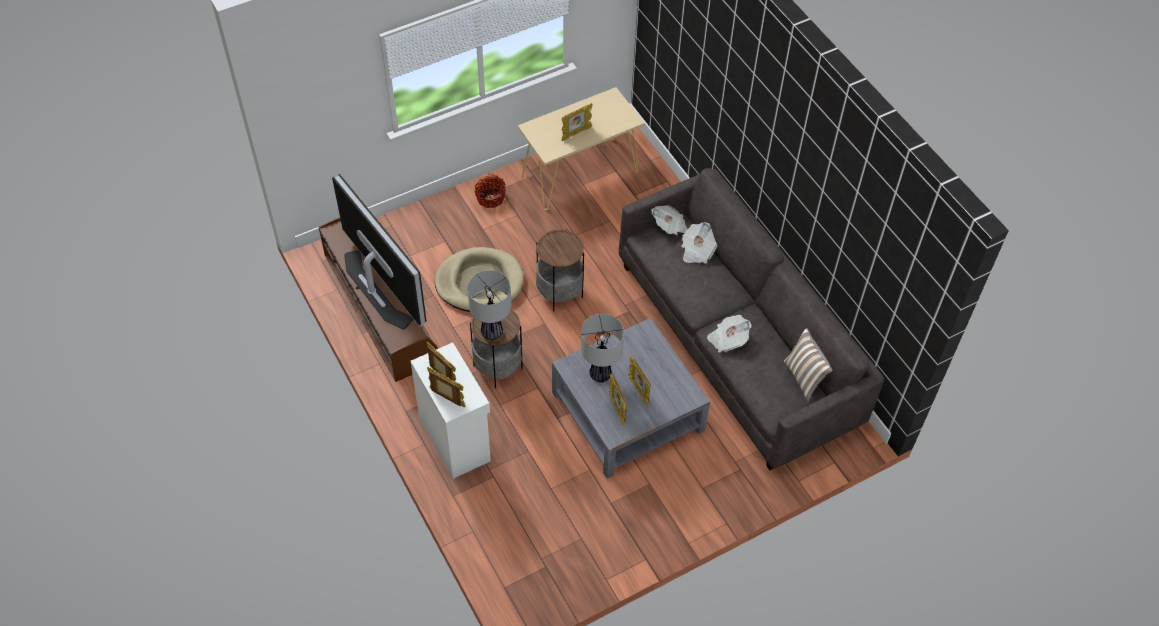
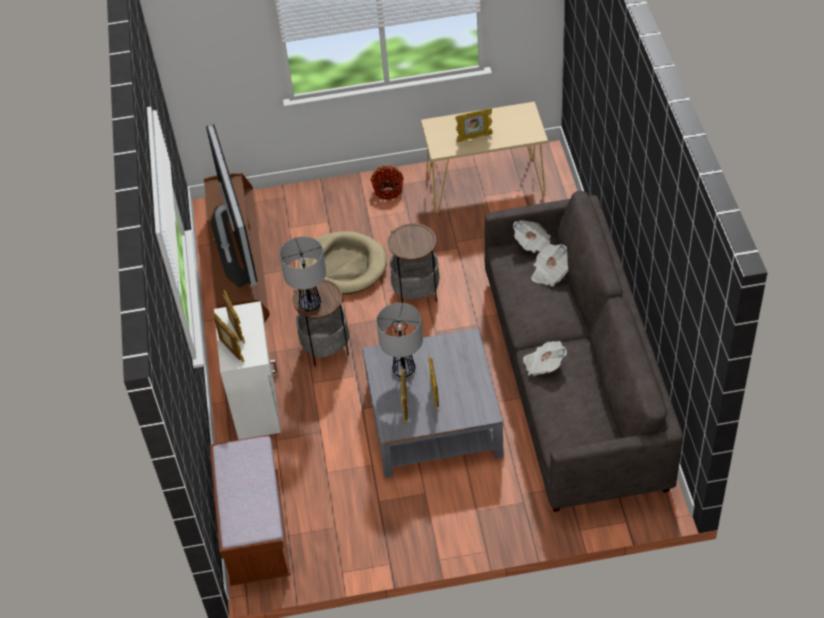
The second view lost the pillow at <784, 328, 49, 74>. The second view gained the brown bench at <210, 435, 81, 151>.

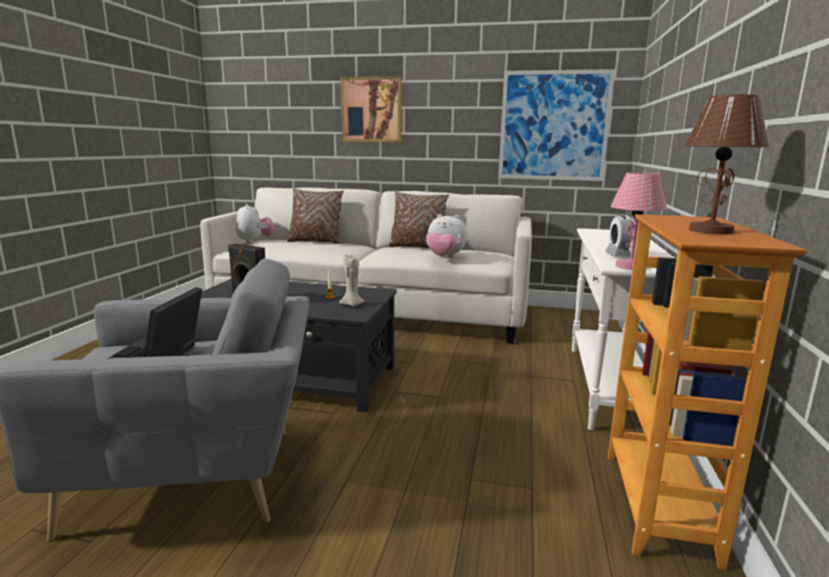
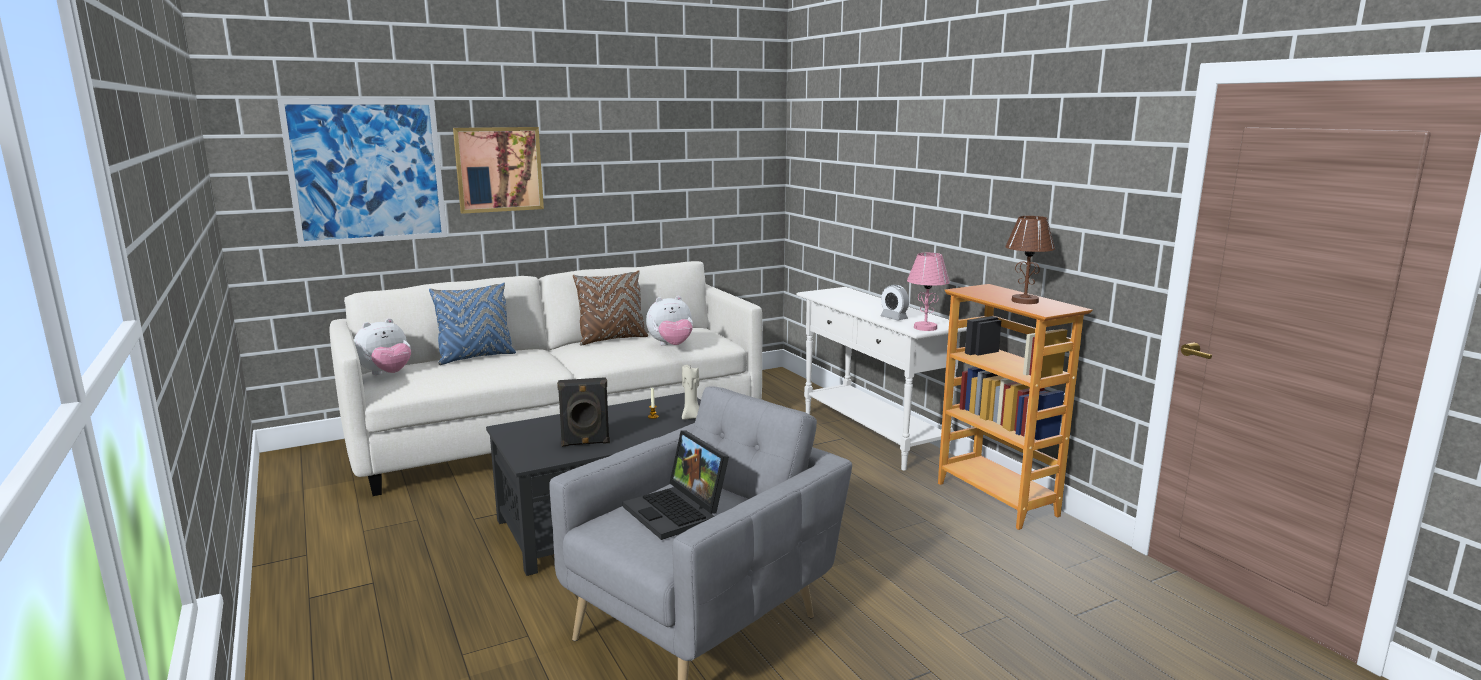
The plush toy at <236, 204, 38, 39> ended up facing another way, 105 degrees clockwise from before. What was the brown pillow at <287, 188, 57, 56> turned into the blue pillow at <429, 282, 87, 83>. The picture ended up elsewhere, having gone from <498, 69, 117, 112> to <277, 98, 170, 149>.

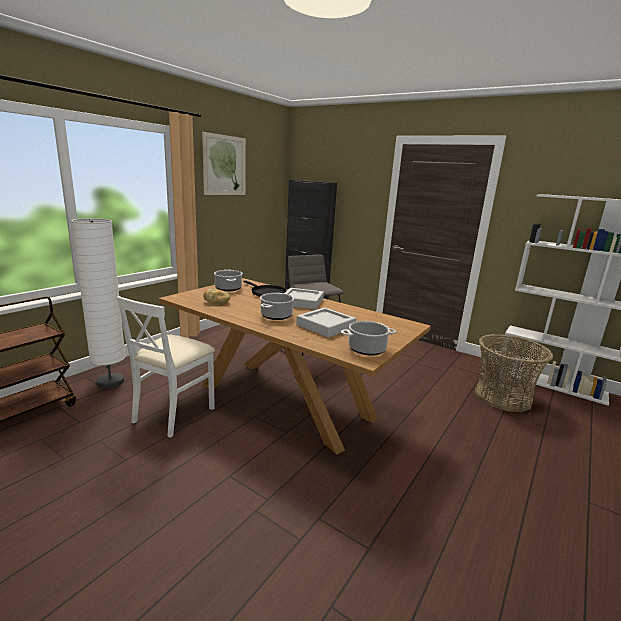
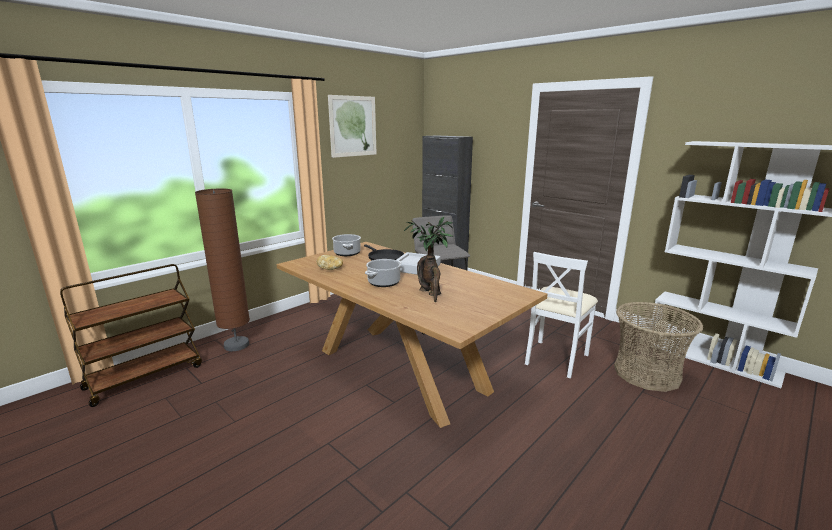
What was the white floor lamp at <71, 218, 54, 171> turned into the brown floor lamp at <195, 189, 55, 162>. The white chair ended up elsewhere, having gone from <117, 296, 98, 142> to <525, 252, 73, 127>. Where the grey tray stood at <297, 307, 59, 31>, the potted plant came to stand at <404, 216, 50, 86>. The second view lost the cooking pot at <341, 321, 55, 34>.

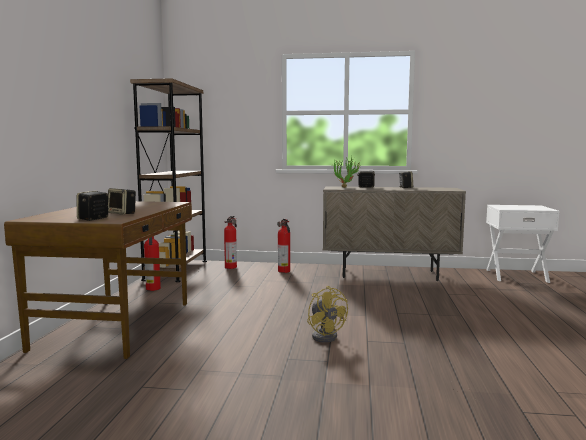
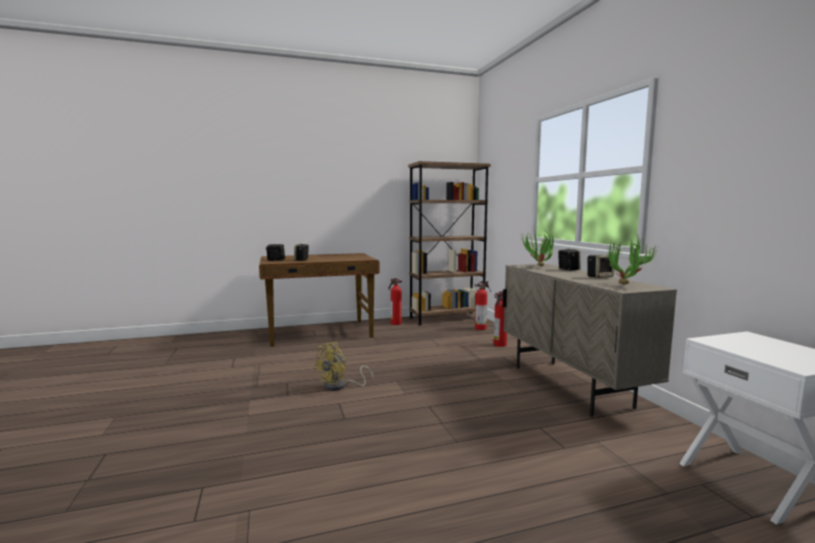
The second view gained the potted plant at <607, 233, 52, 52>.

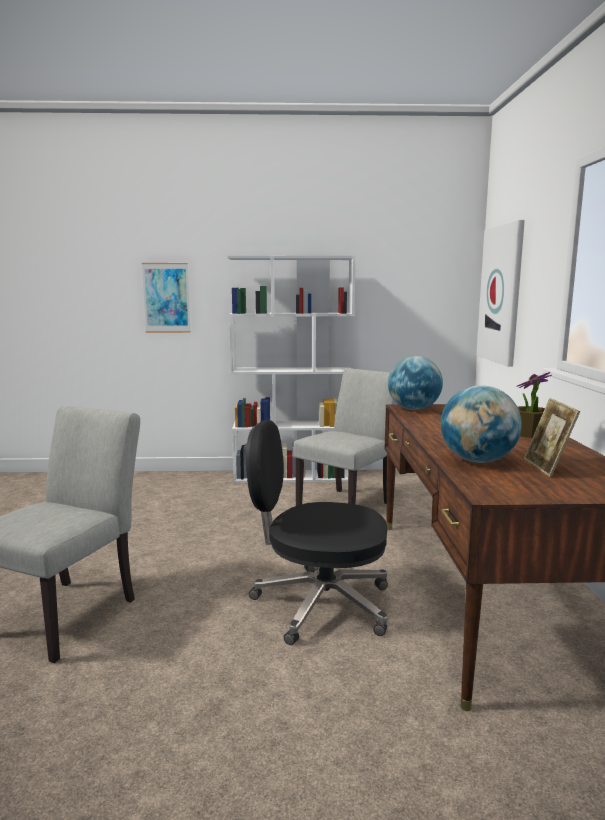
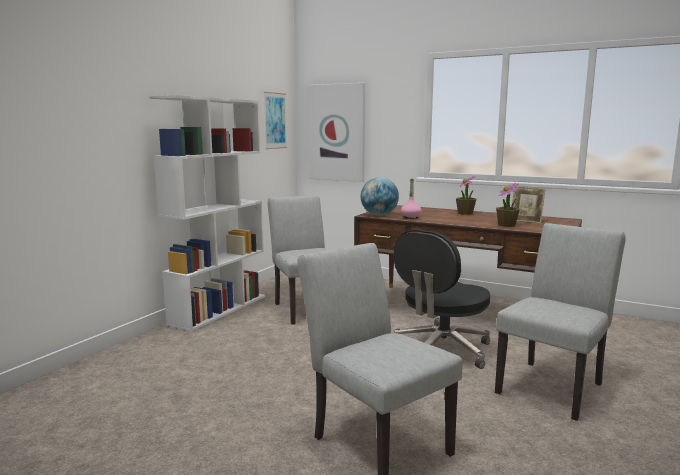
The picture ended up elsewhere, having gone from <142, 263, 49, 70> to <264, 92, 23, 57>. Where the globe stood at <441, 385, 81, 78>, the potted plant came to stand at <496, 183, 24, 44>. The second view gained the pink bottle at <401, 179, 20, 40>. The second view gained the grey chair at <495, 223, 131, 198>.

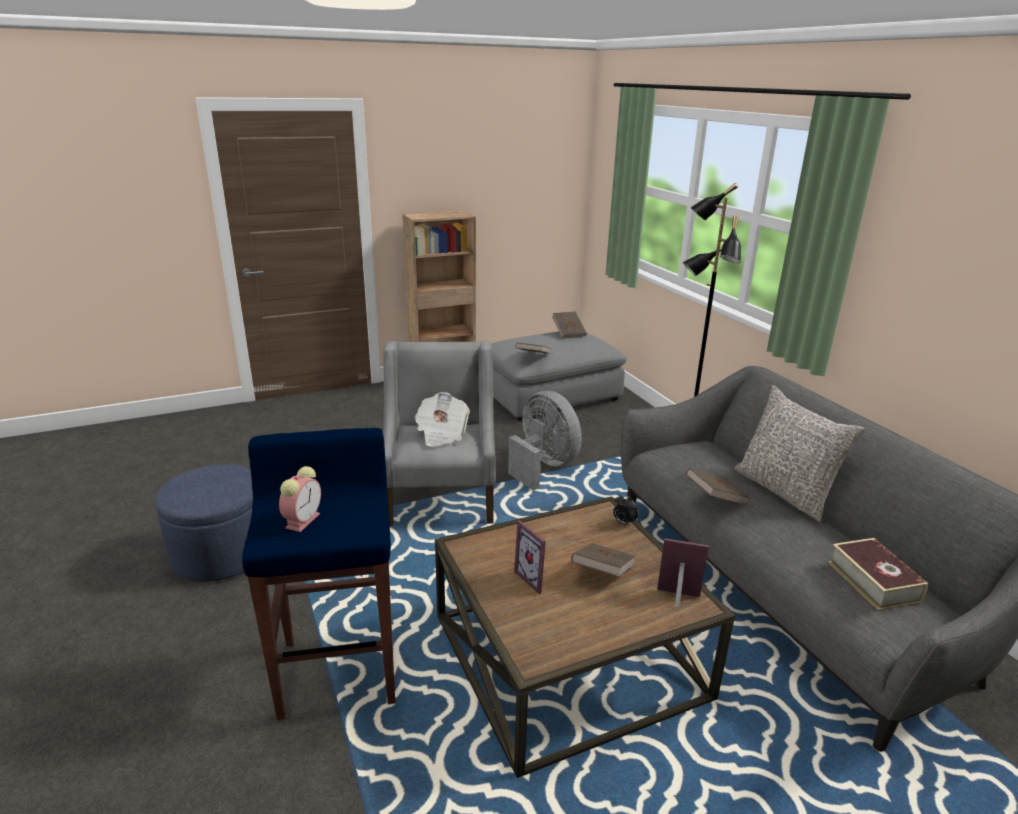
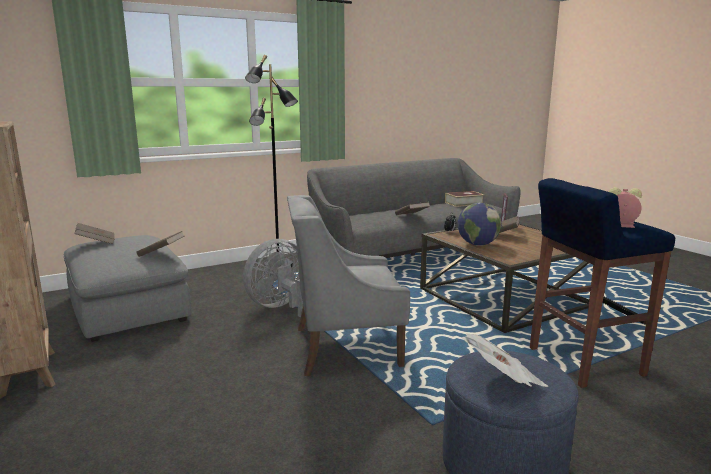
The newspaper ended up elsewhere, having gone from <415, 392, 55, 55> to <462, 334, 86, 53>. The second view lost the picture frame at <514, 520, 32, 74>. The second view lost the grey pillow at <734, 385, 131, 137>. The second view gained the globe at <458, 203, 43, 43>.

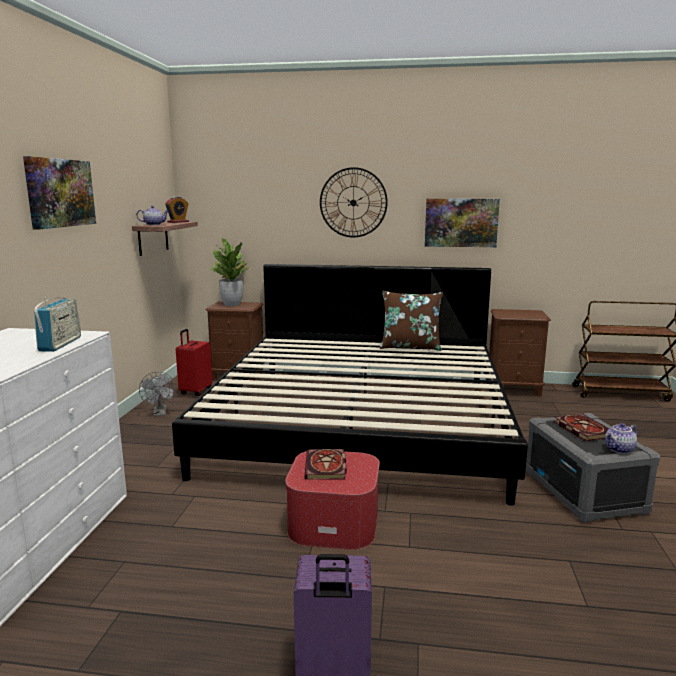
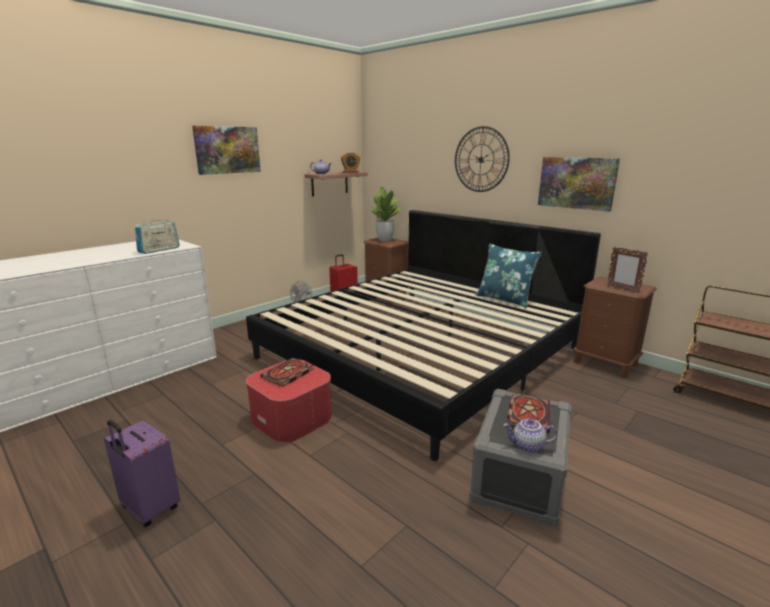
What was the brown pillow at <380, 291, 63, 60> turned into the blue pillow at <475, 244, 67, 64>. The second view gained the picture frame at <607, 247, 41, 47>.

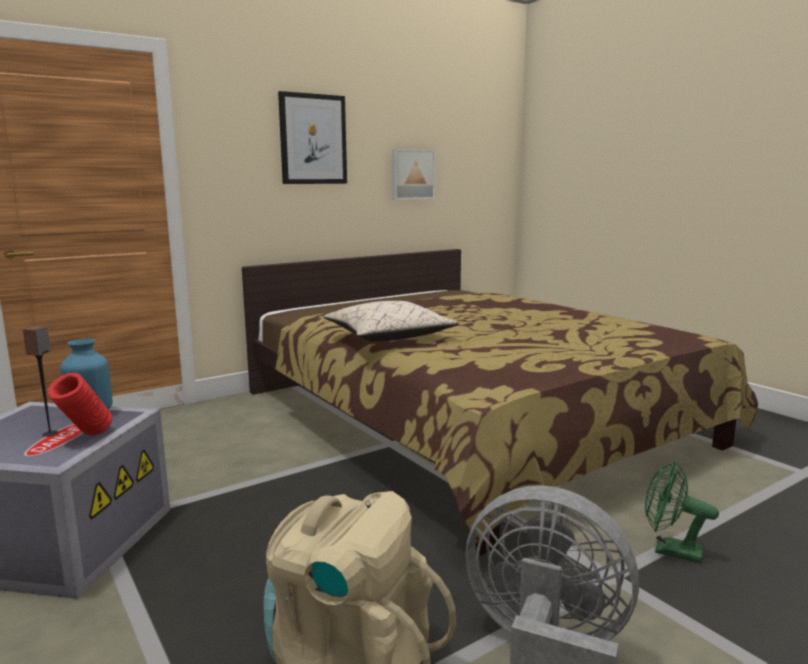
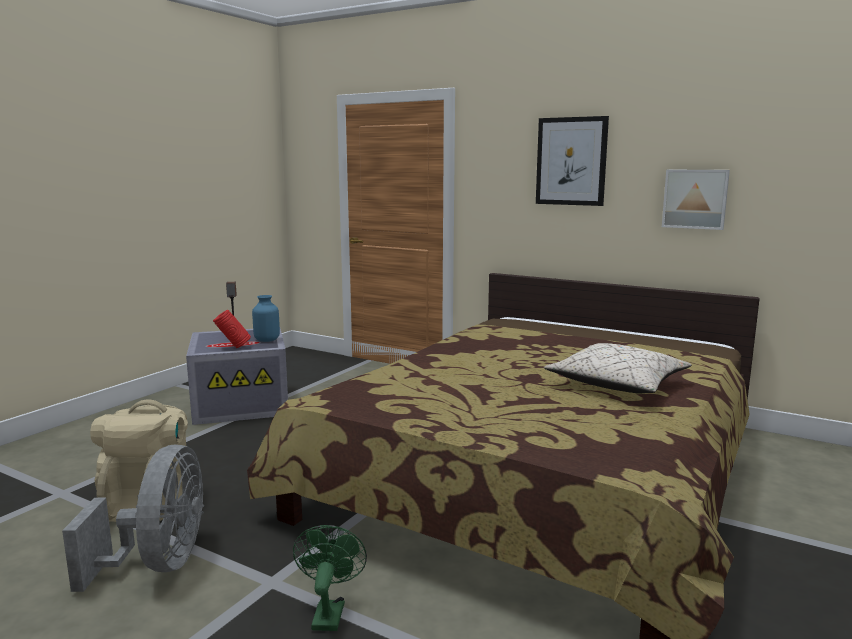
The beige pillow ended up elsewhere, having gone from <323, 301, 136, 40> to <544, 343, 148, 51>.

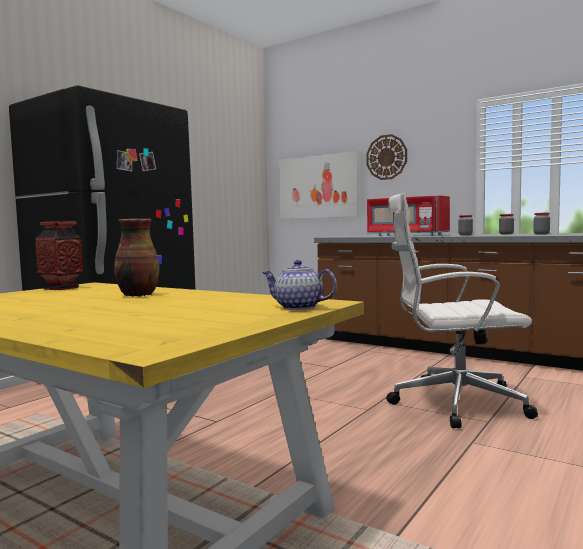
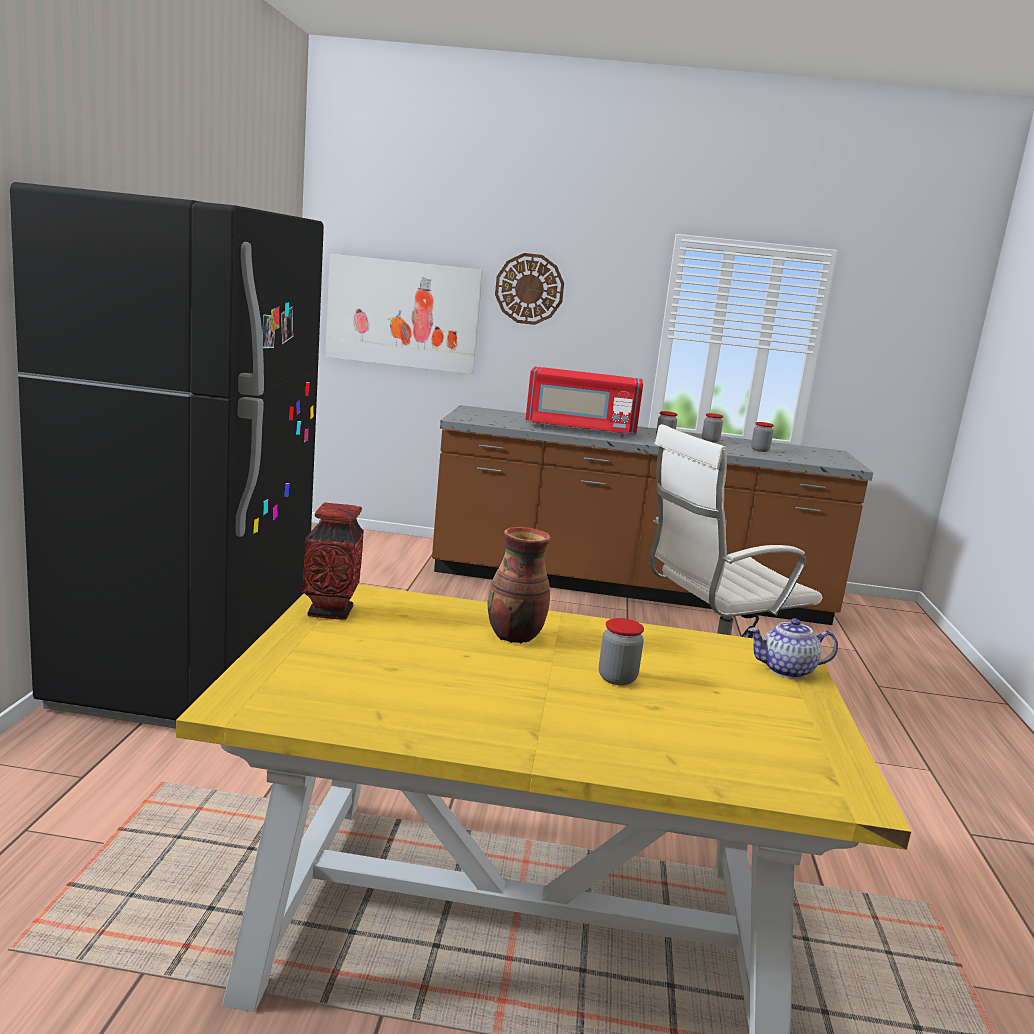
The second view gained the jar at <599, 618, 45, 67>.

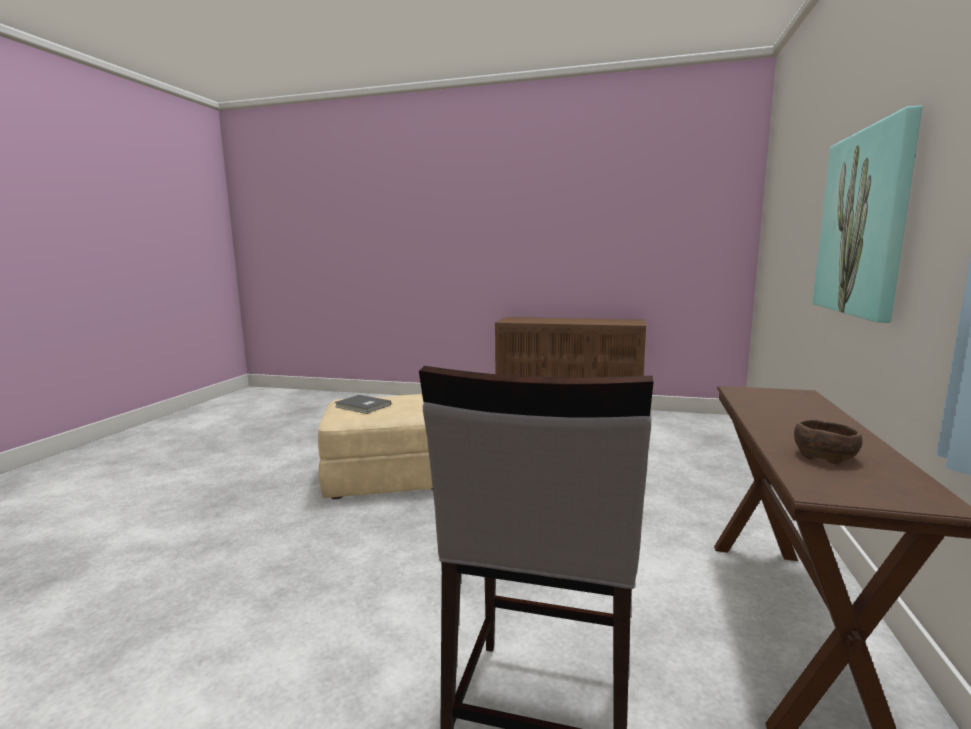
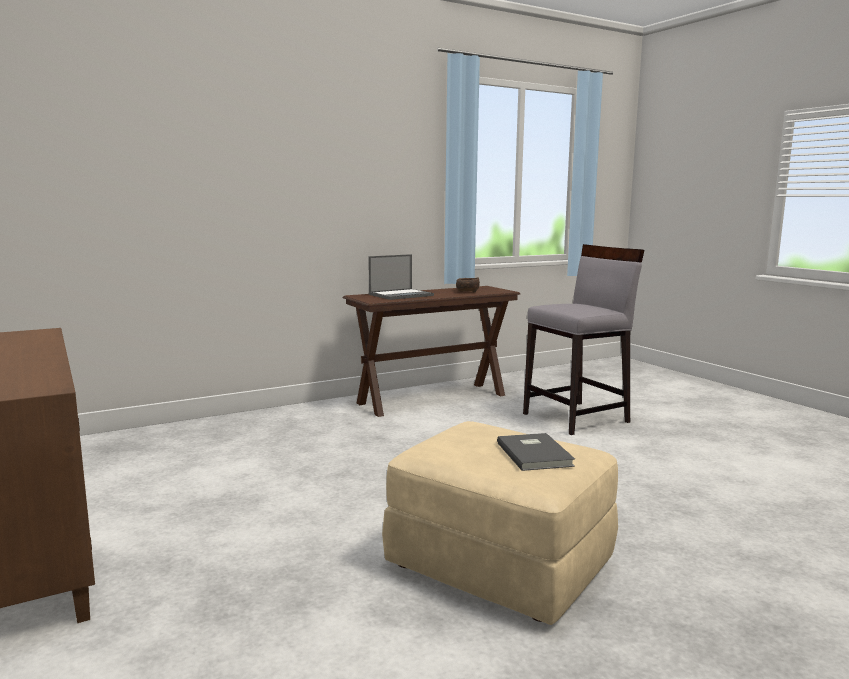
The second view lost the picture at <812, 105, 110, 218>. The second view gained the laptop at <369, 254, 65, 46>.

